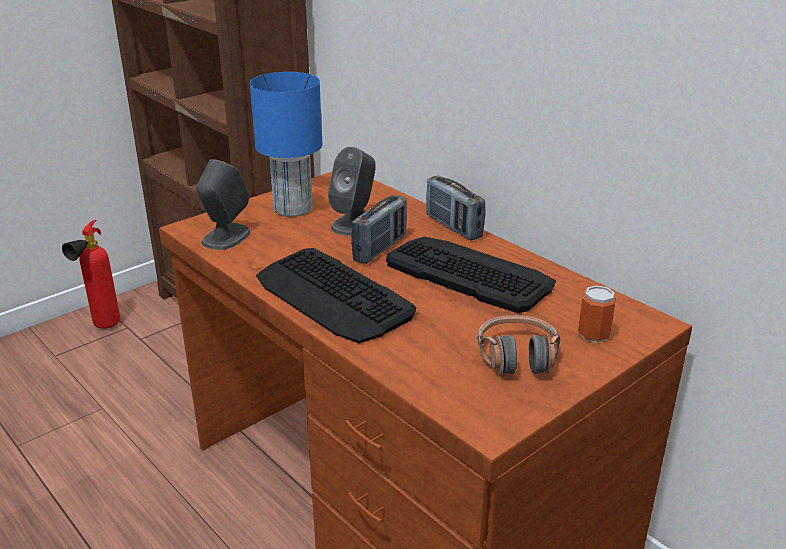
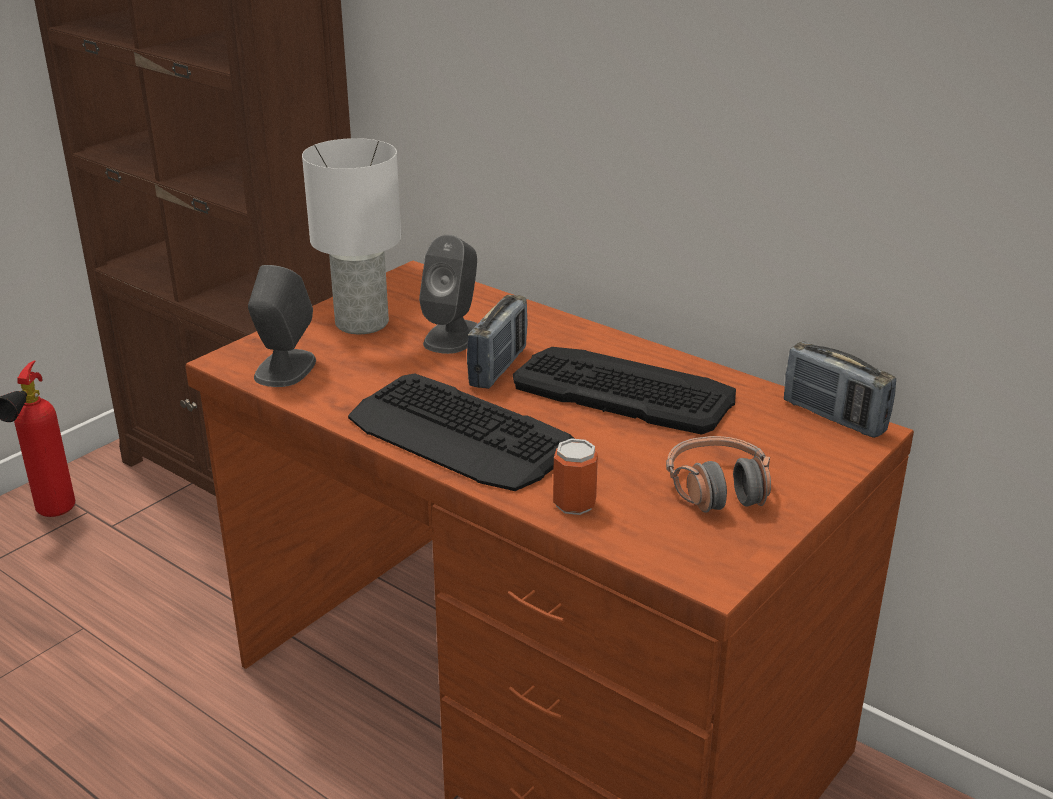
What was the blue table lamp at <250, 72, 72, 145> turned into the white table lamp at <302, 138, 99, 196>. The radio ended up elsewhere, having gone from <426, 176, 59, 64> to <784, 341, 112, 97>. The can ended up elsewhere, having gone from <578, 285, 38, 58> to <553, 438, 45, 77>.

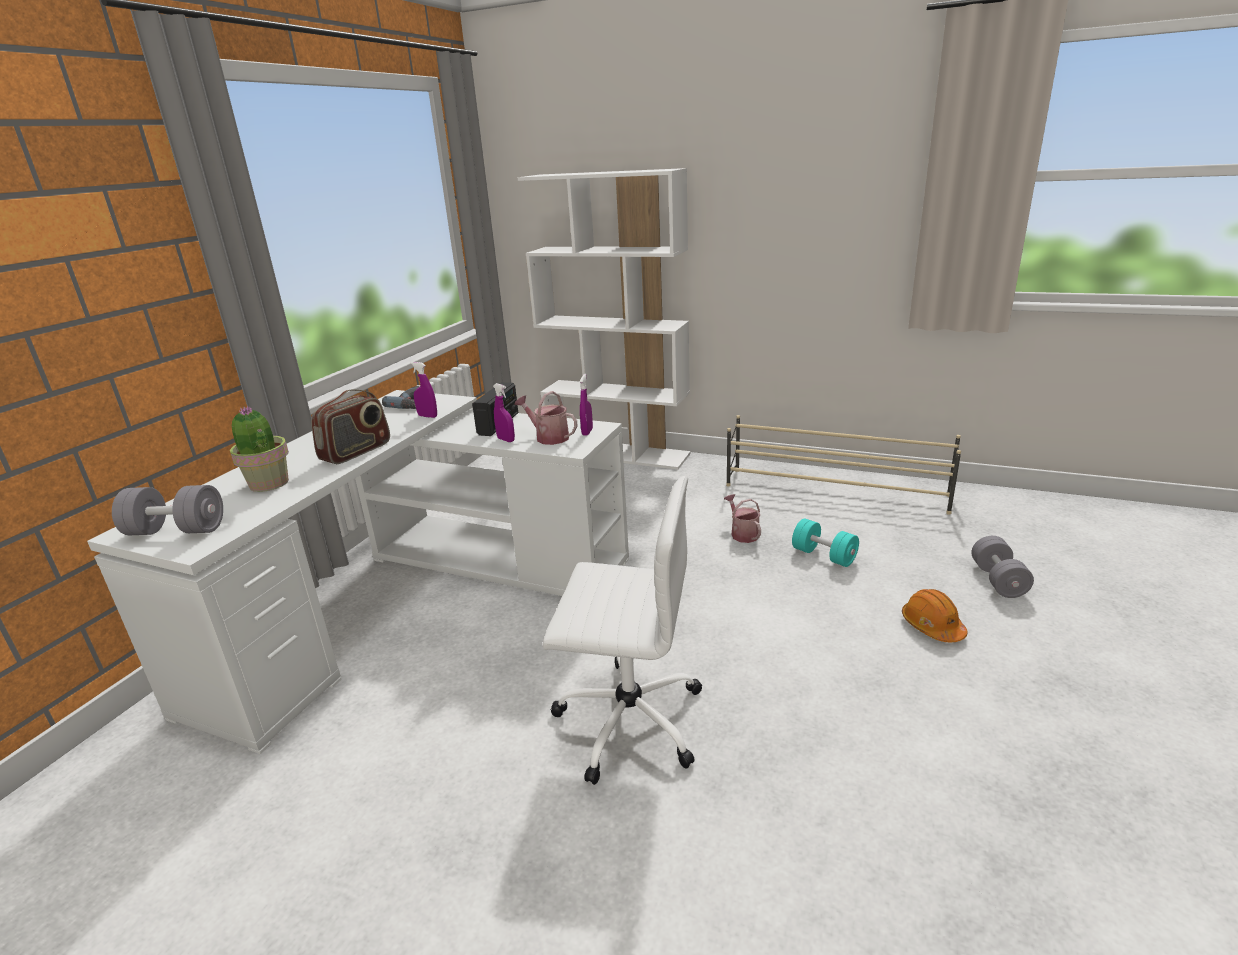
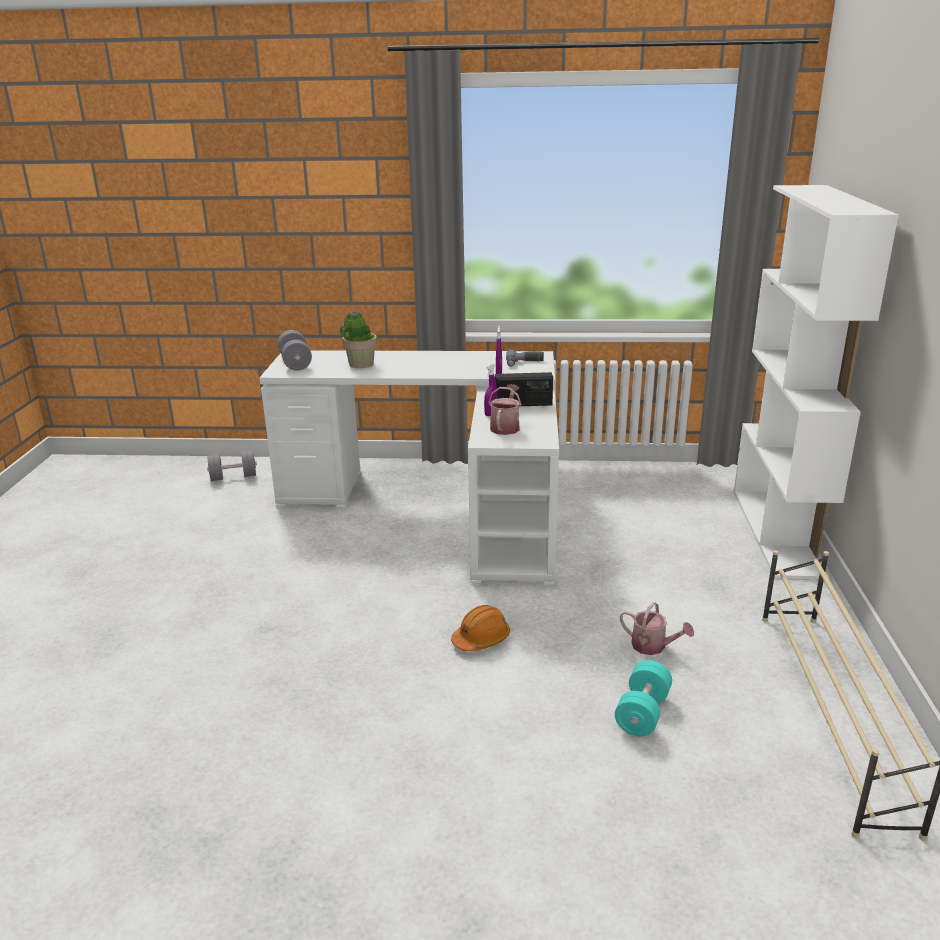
The second view lost the radio at <311, 389, 79, 75>. The second view lost the white office chair at <543, 476, 159, 309>. The second view lost the purple spray bottle at <580, 374, 13, 62>. The watering can at <724, 494, 37, 49> ended up facing another way, 75 degrees clockwise from before. The orange hard hat ended up elsewhere, having gone from <902, 589, 65, 53> to <451, 605, 59, 46>. The grey dumbbell ended up elsewhere, having gone from <971, 536, 63, 62> to <207, 451, 50, 30>.

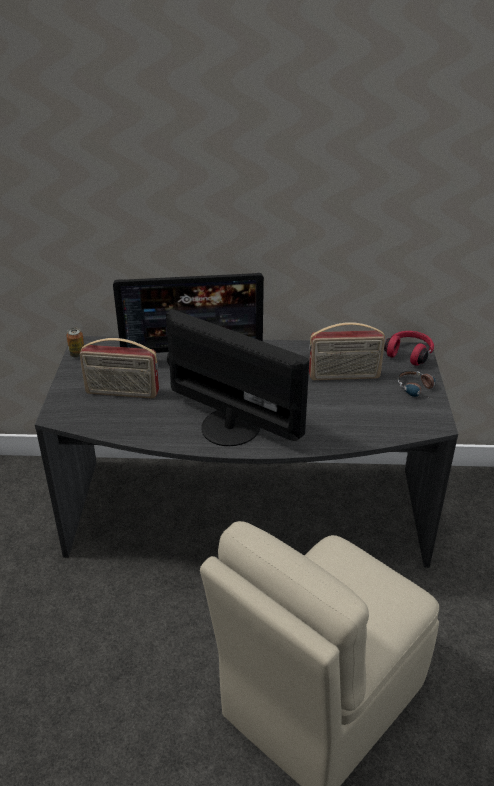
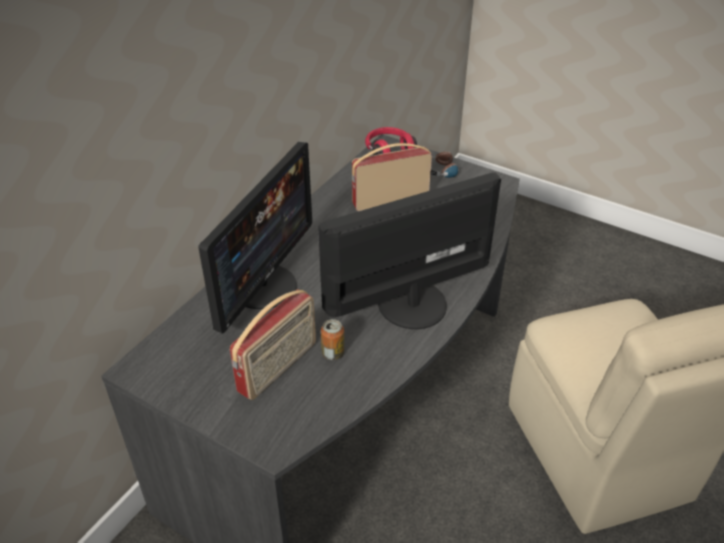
The can ended up elsewhere, having gone from <66, 328, 18, 30> to <321, 319, 23, 41>. The radio at <309, 322, 76, 58> ended up facing another way, 135 degrees counterclockwise from before.

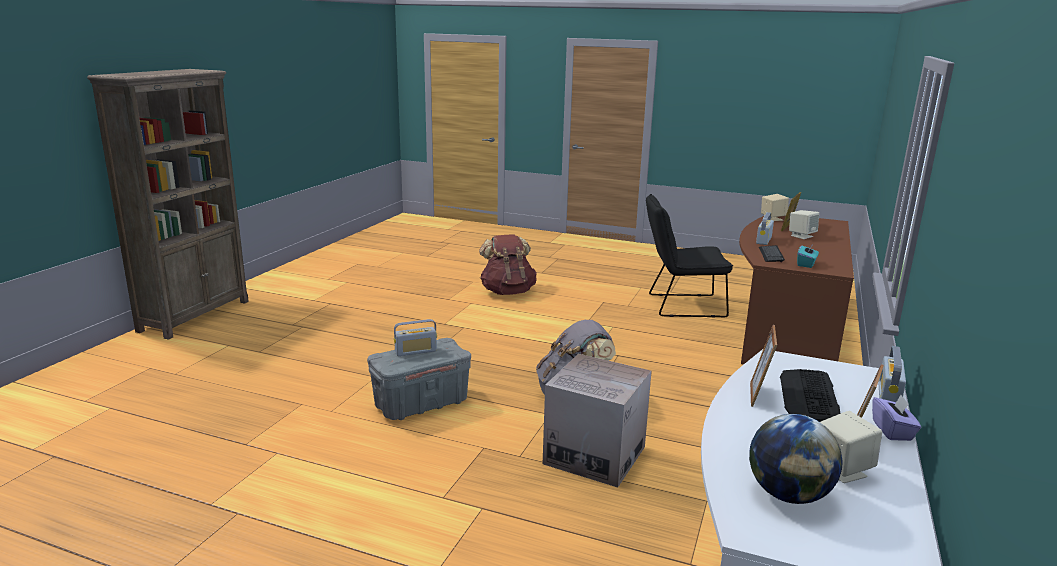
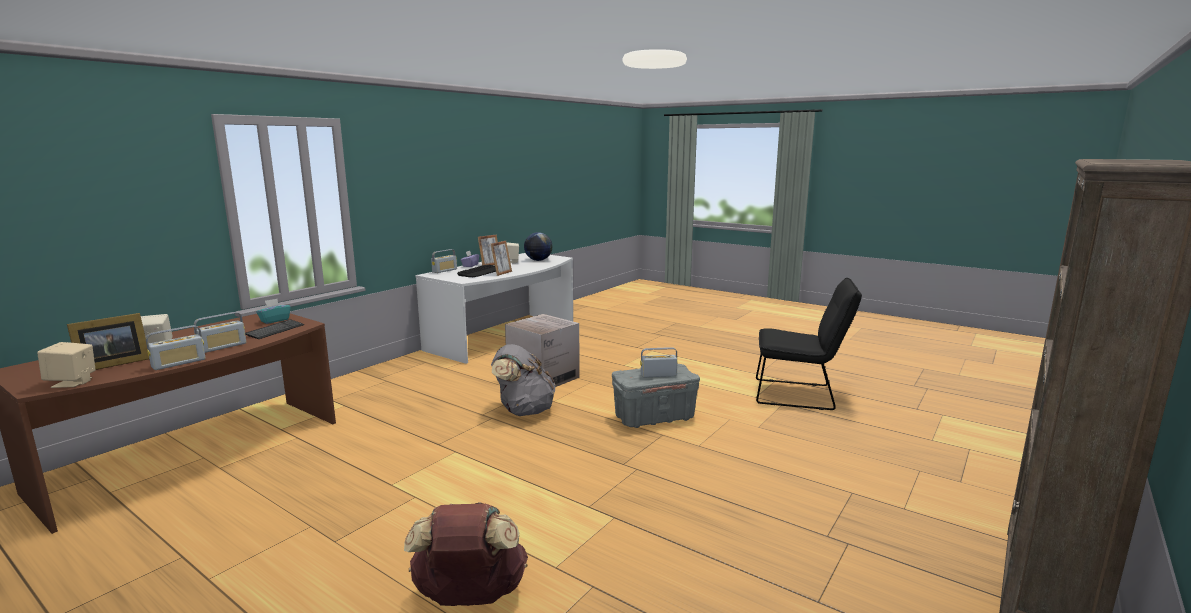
The black chair ended up elsewhere, having gone from <646, 194, 87, 123> to <756, 278, 106, 132>. The second view gained the radio at <146, 325, 60, 45>.

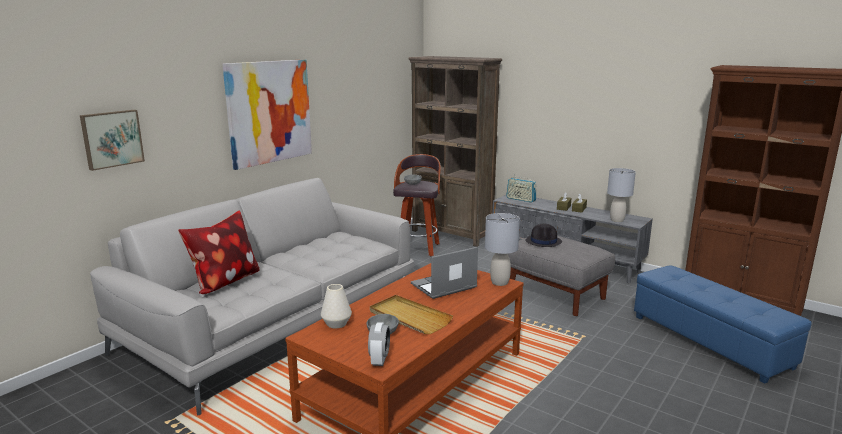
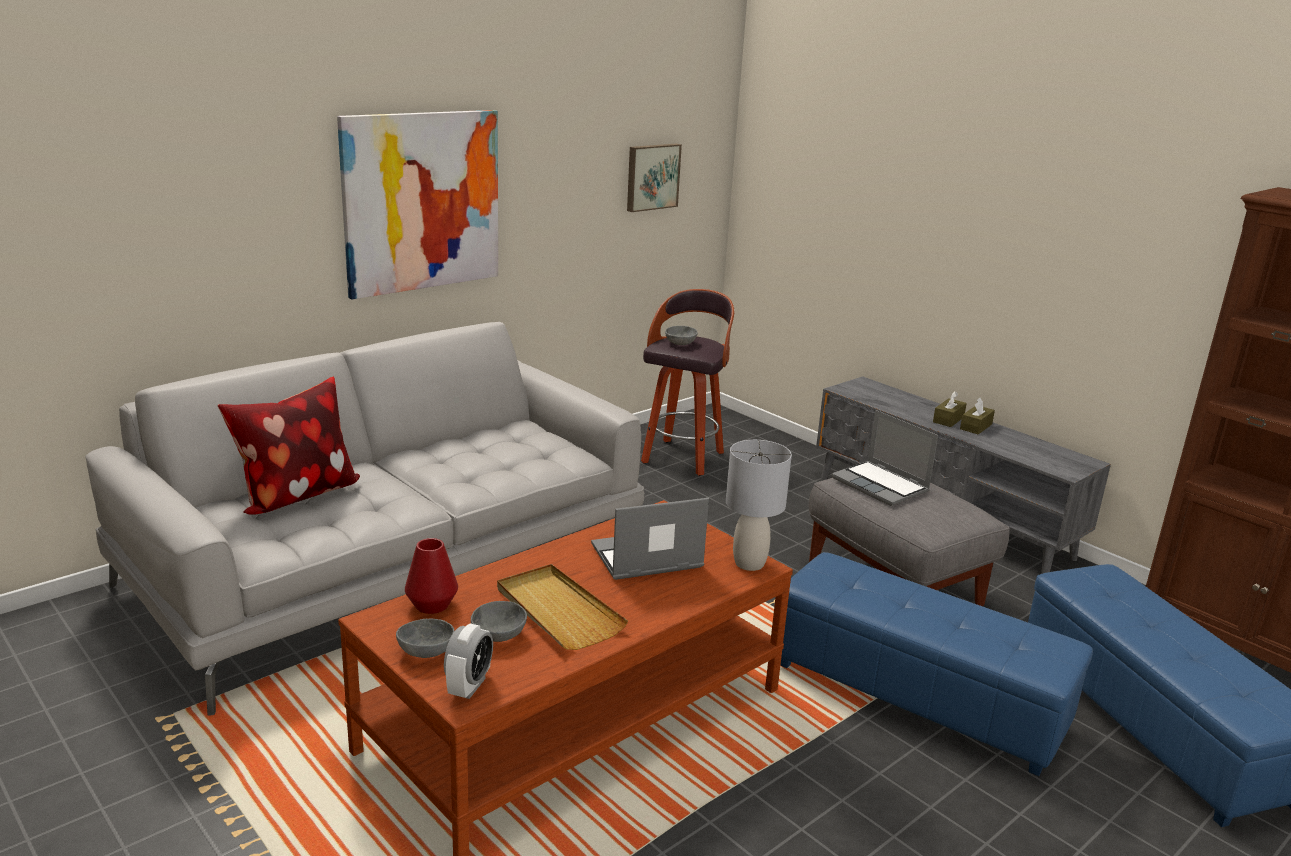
The picture ended up elsewhere, having gone from <80, 110, 65, 61> to <627, 144, 55, 68>. What was the white vase at <321, 284, 31, 44> turned into the red vase at <405, 538, 53, 76>. The second view lost the brown bookcase at <408, 56, 94, 191>. The second view lost the radio at <506, 174, 30, 29>. Where the black hat stood at <525, 224, 37, 23>, the laptop came to stand at <832, 410, 106, 96>. The second view lost the grey table lamp at <607, 168, 29, 54>. The second view gained the grey bowl at <396, 619, 58, 39>. The second view gained the blue ottoman at <780, 552, 313, 224>.

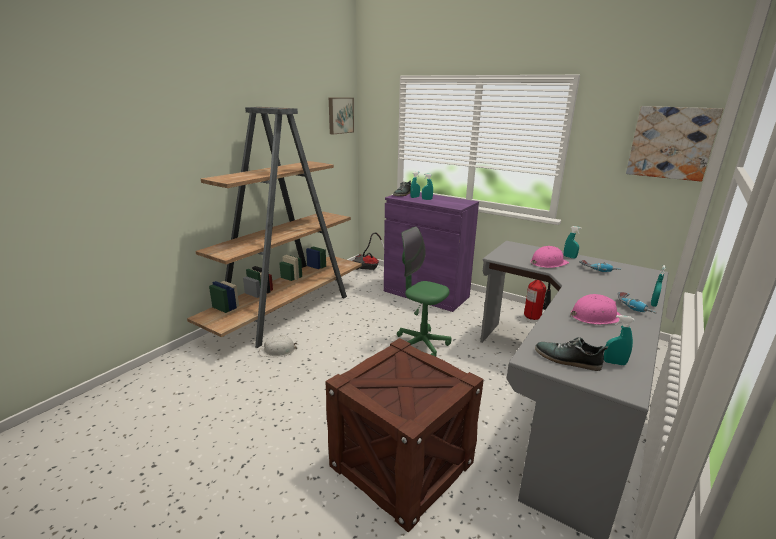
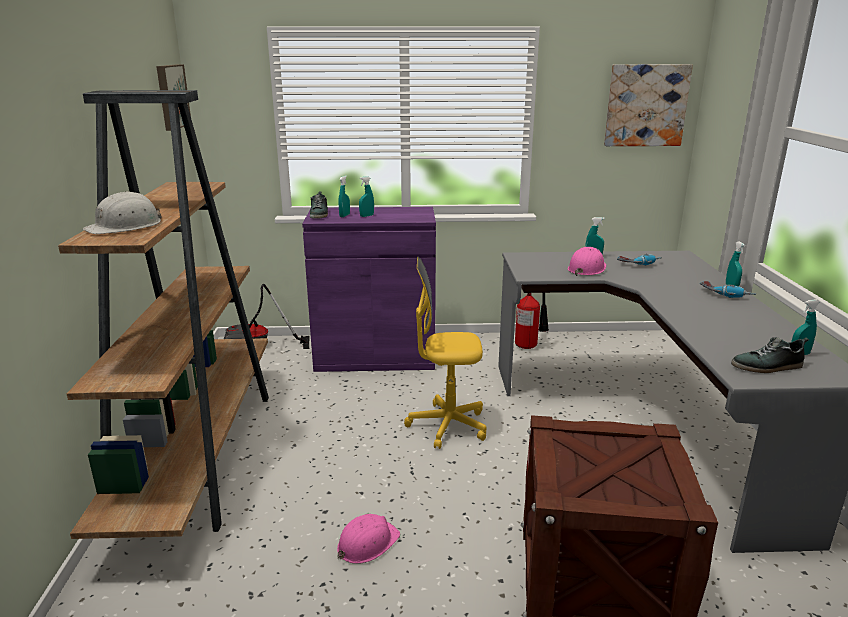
The white hard hat ended up elsewhere, having gone from <259, 335, 38, 22> to <83, 191, 78, 43>. What was the green office chair at <397, 226, 54, 131> turned into the yellow office chair at <404, 257, 83, 192>. The pink hard hat ended up elsewhere, having gone from <570, 294, 51, 31> to <337, 514, 63, 50>.

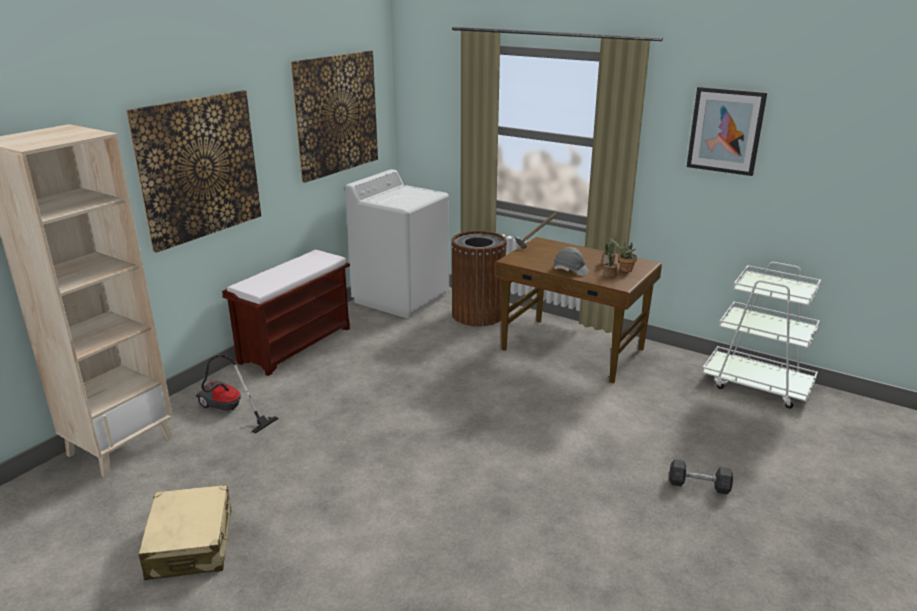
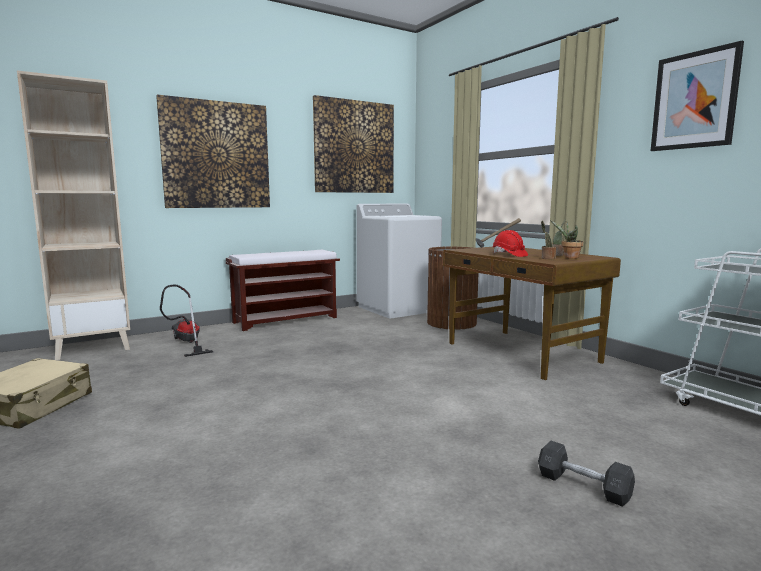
What was the grey hard hat at <554, 247, 35, 29> turned into the red hard hat at <492, 230, 36, 27>.

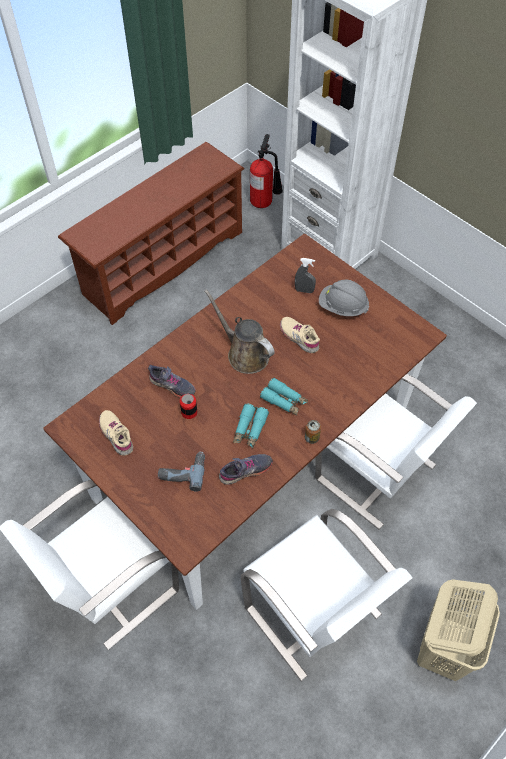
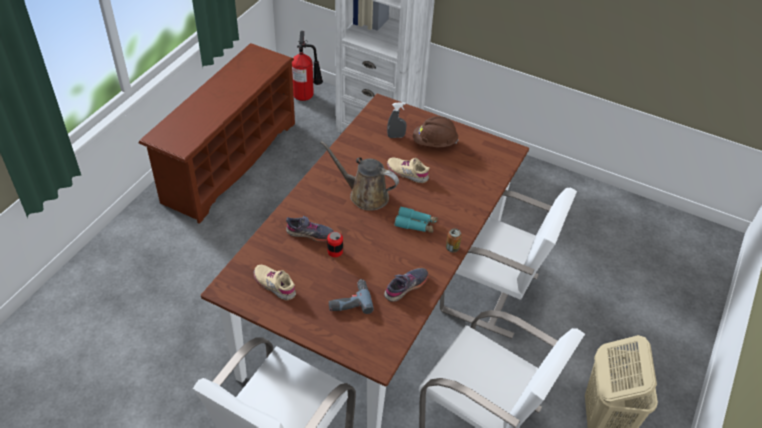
The second view lost the turquoise binoculars at <233, 404, 36, 44>. What was the grey hard hat at <319, 279, 50, 37> turned into the brown hard hat at <413, 116, 45, 31>.

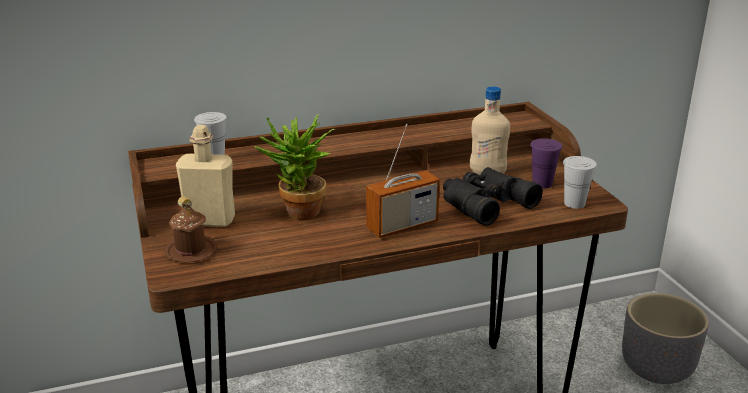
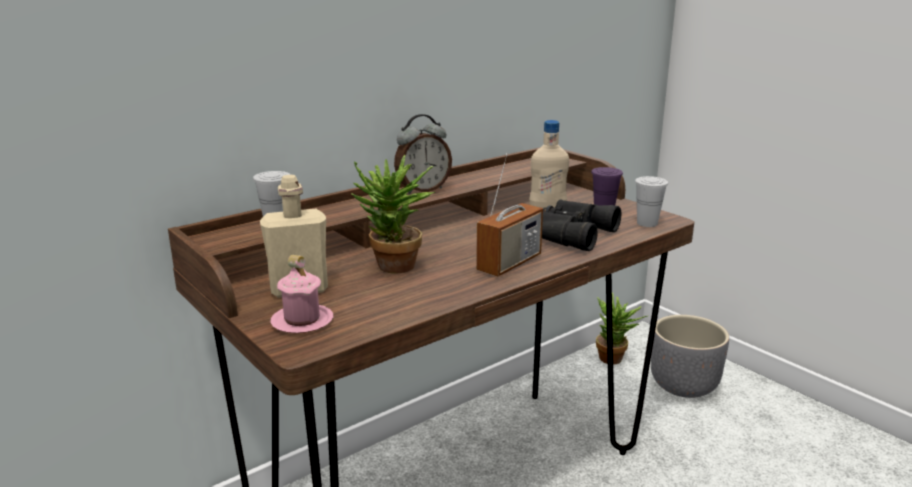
What was the brown mug at <164, 196, 53, 67> turned into the pink mug at <270, 255, 63, 78>. The second view gained the alarm clock at <394, 114, 58, 80>. The second view gained the potted plant at <596, 292, 51, 72>.

